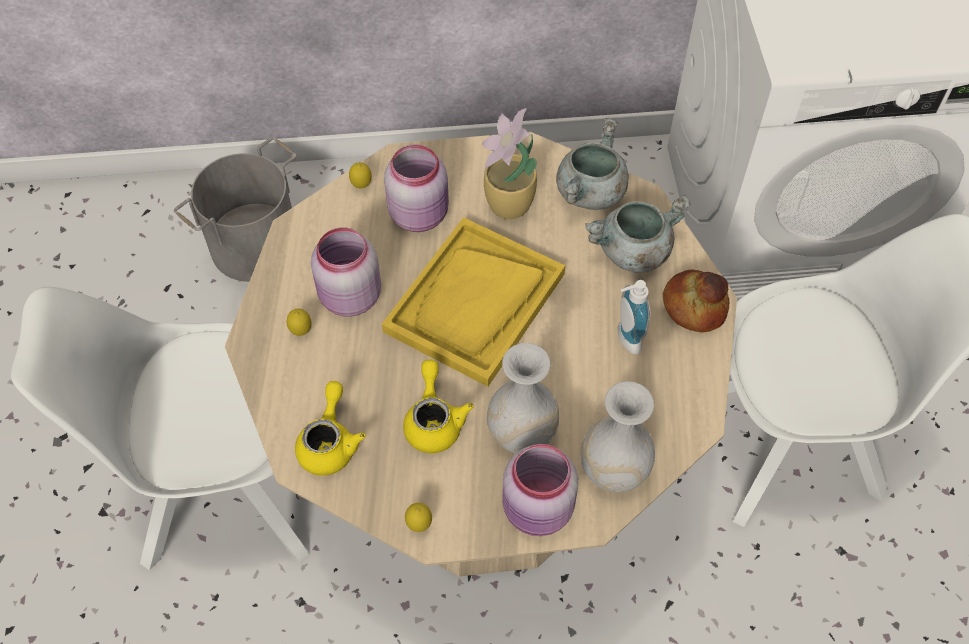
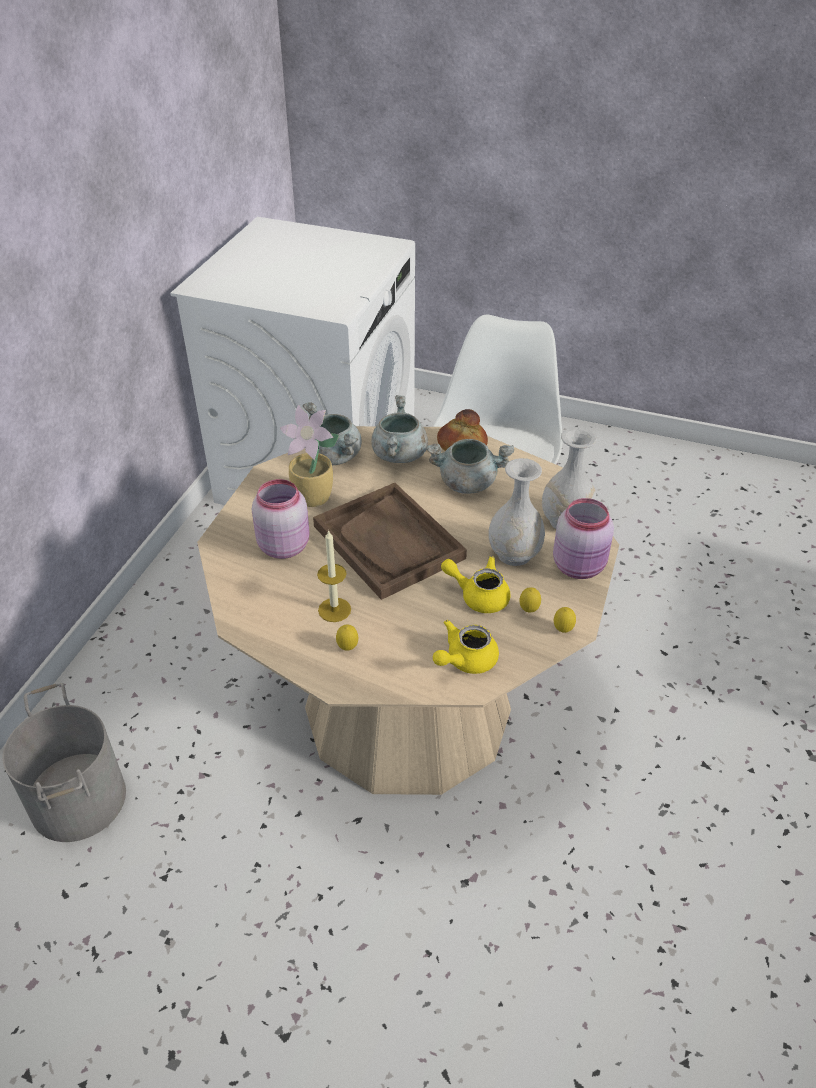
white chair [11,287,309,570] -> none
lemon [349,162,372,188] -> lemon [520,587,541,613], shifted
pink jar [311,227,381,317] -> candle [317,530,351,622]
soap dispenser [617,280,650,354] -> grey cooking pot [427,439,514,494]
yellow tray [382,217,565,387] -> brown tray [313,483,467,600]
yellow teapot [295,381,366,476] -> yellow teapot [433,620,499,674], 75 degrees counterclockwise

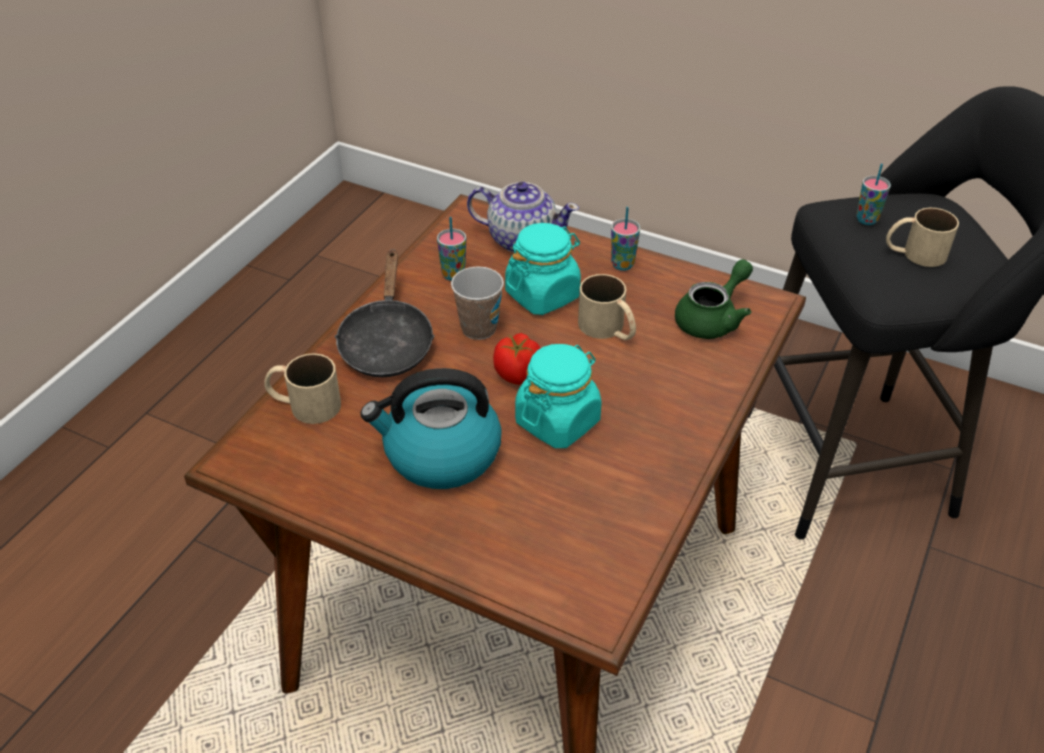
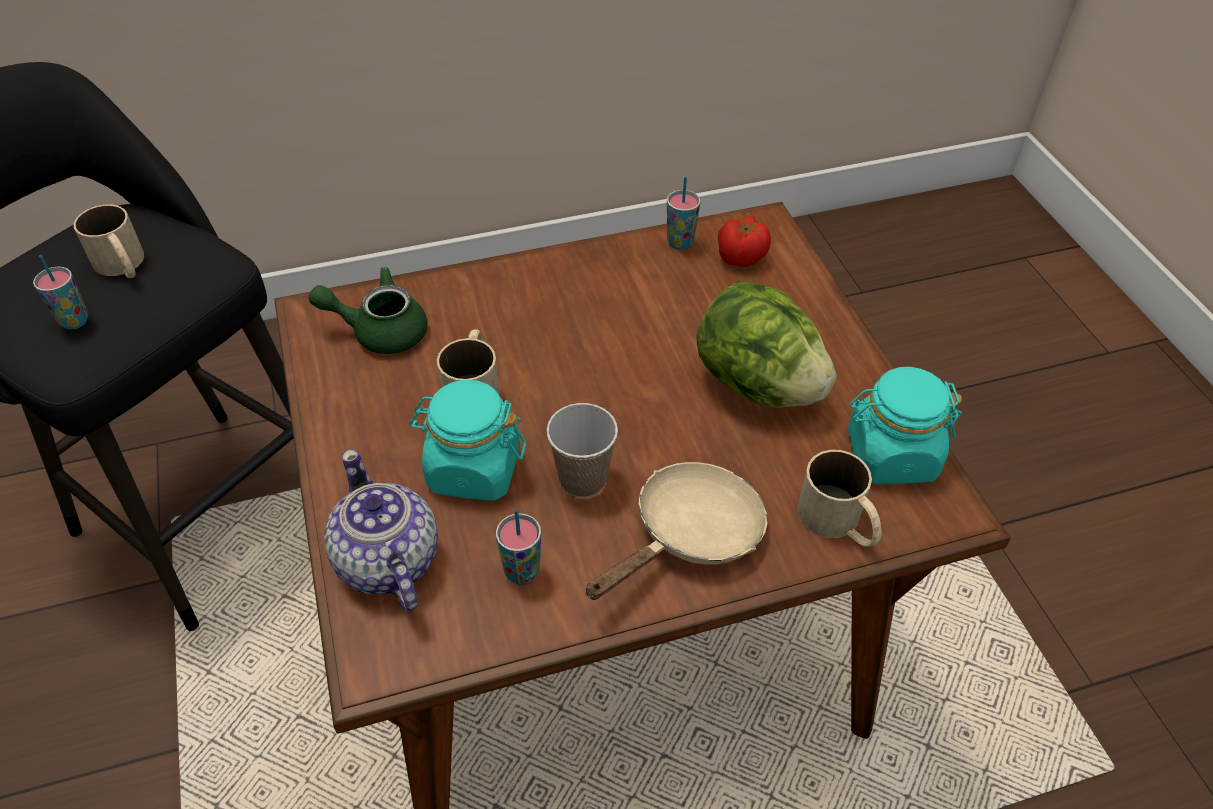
tomato [493,333,540,385] -> tomato [718,216,771,267], shifted
turquoise jar [515,344,602,448] -> turquoise jar [848,367,962,484], shifted
cup [611,207,640,271] -> cup [667,177,700,250], shifted
kettle [360,368,502,489] -> lettuce [696,281,837,408]
black frying pan [334,249,435,377] -> beige frying pan [585,462,767,600]

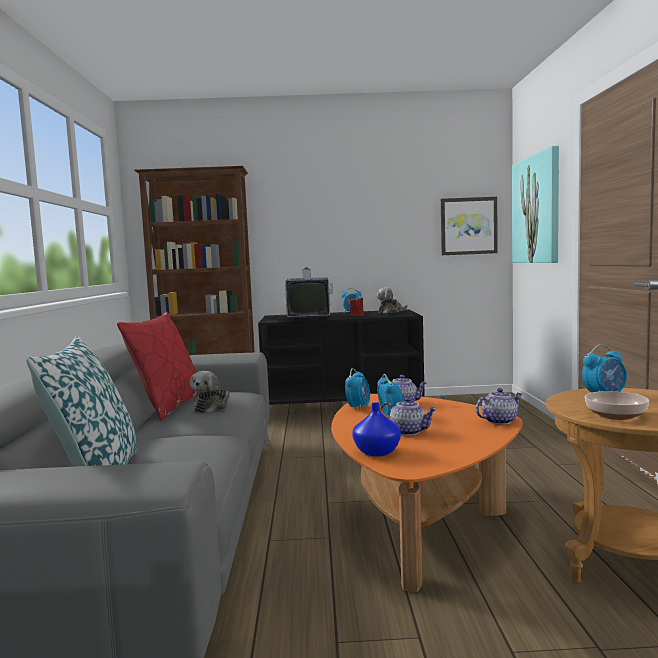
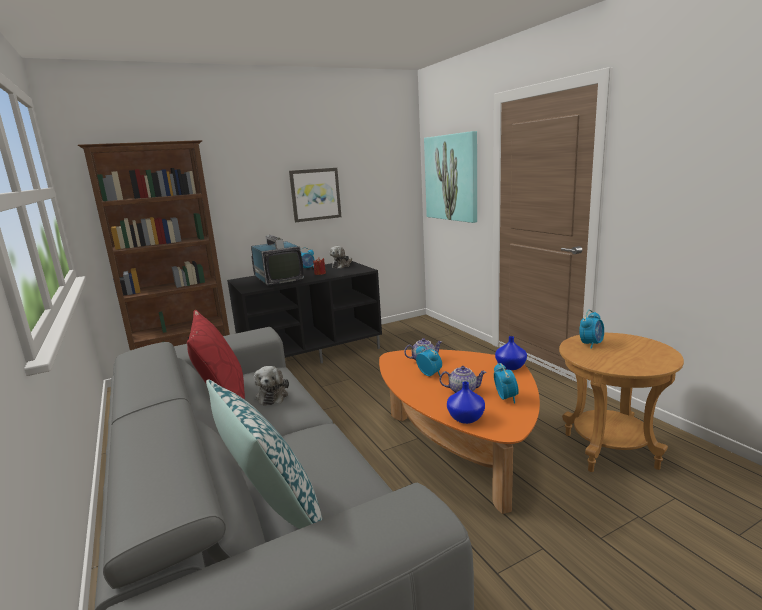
bowl [585,391,649,420] -> none
alarm clock [345,368,370,411] -> alarm clock [494,363,519,403], shifted
picture [441,197,498,255] -> picture [289,168,341,222], shifted
teapot [476,388,522,425] -> blue vase [495,336,527,370]

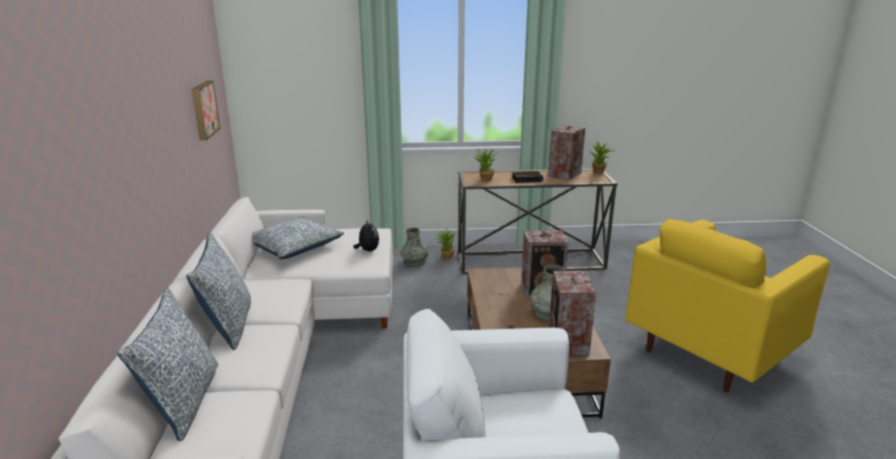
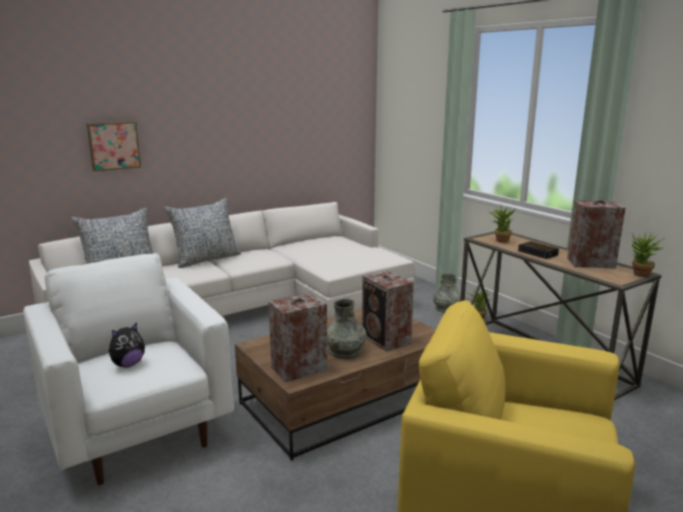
pillow [252,217,344,259] -> none
picture [192,81,221,141] -> picture [87,121,141,171], shifted
plush toy [353,219,379,252] -> plush toy [108,322,145,367], shifted

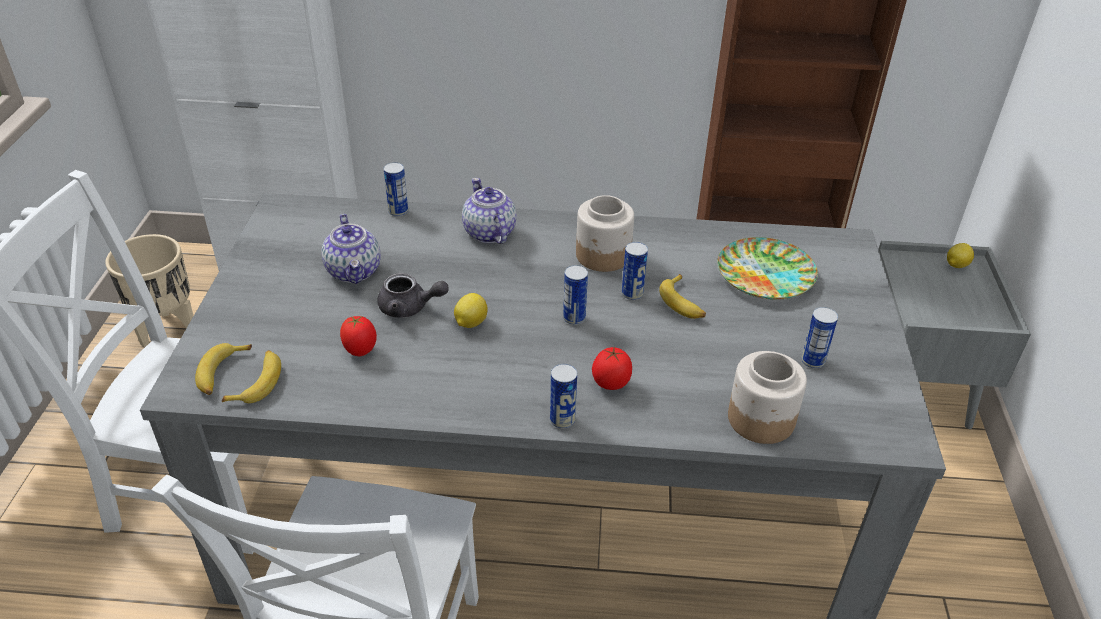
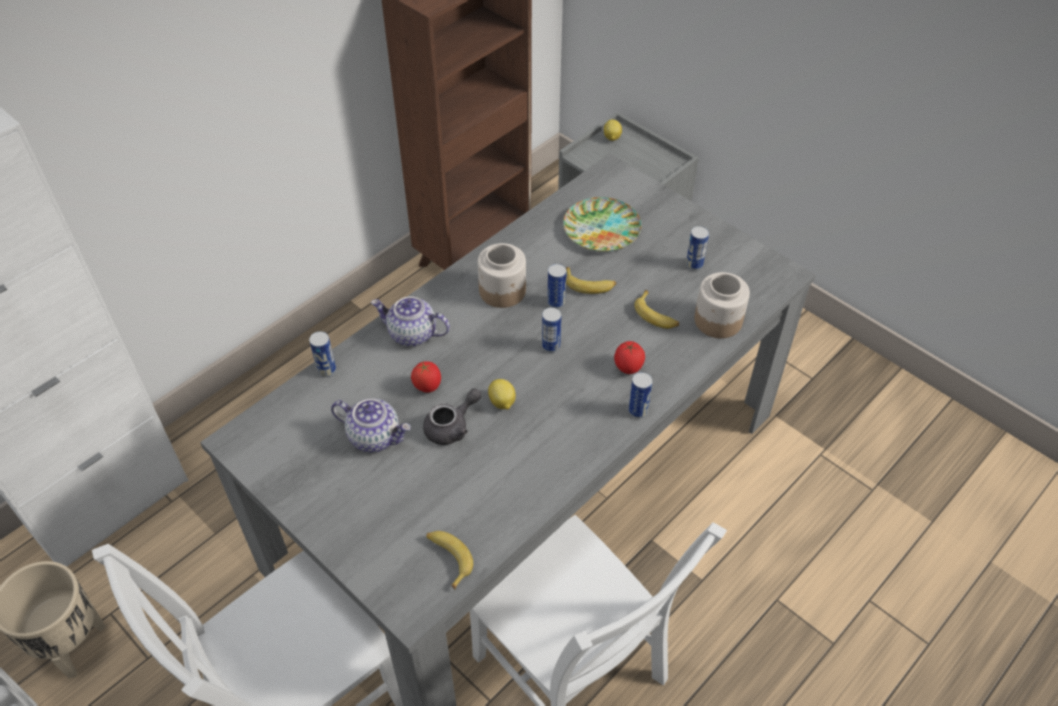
banana [195,343,252,395] -> banana [634,290,679,329], shifted
tomato [340,316,377,356] -> tomato [411,361,441,393], shifted

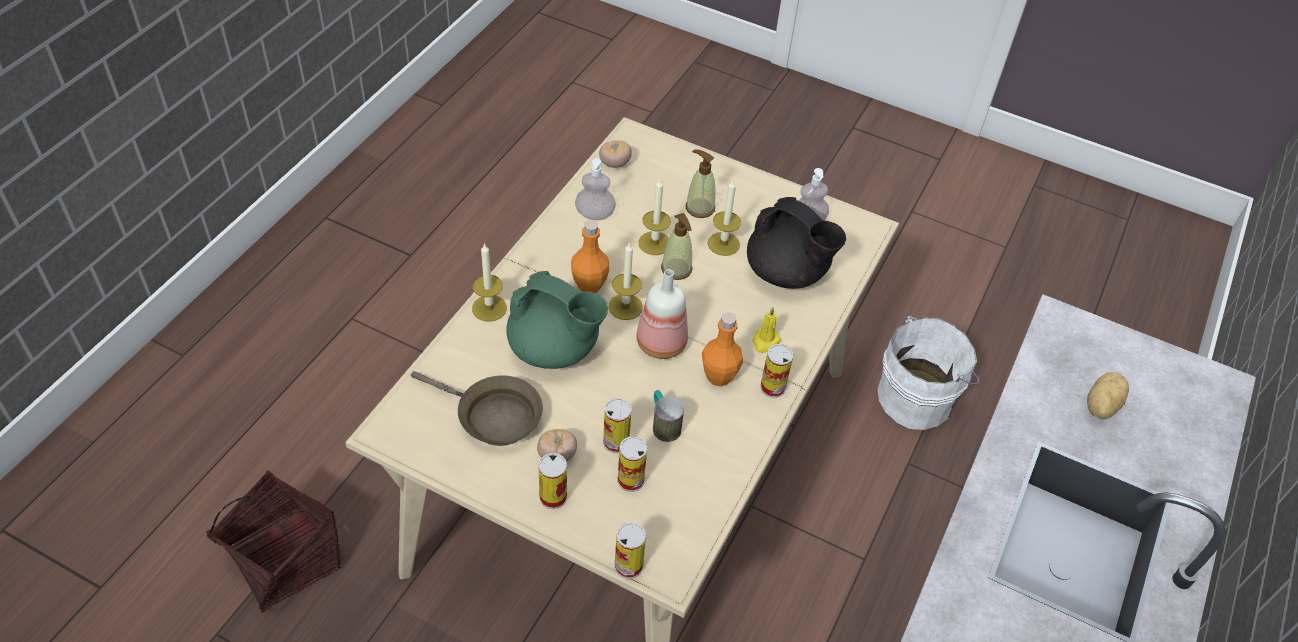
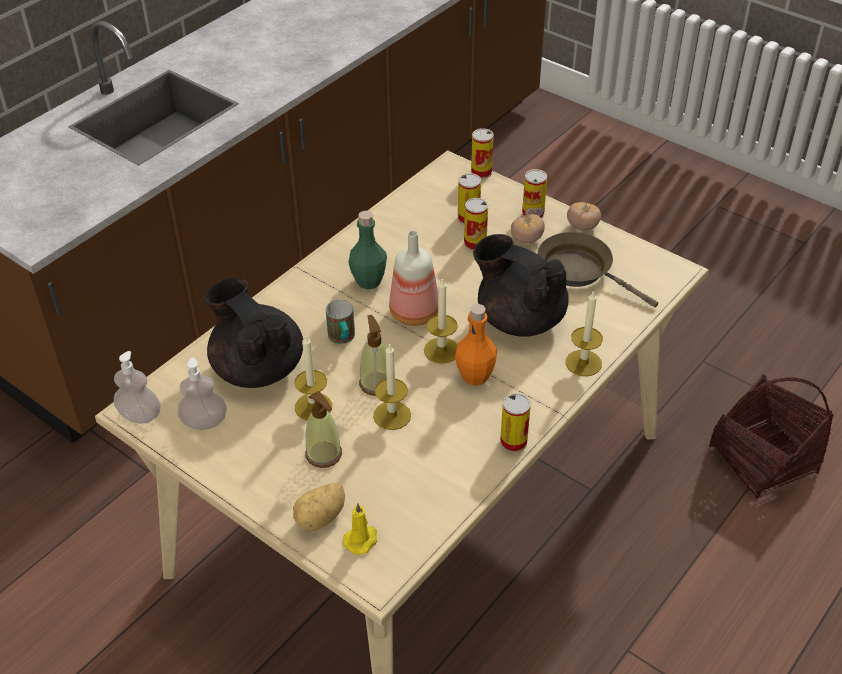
white bucket [878,316,979,430] -> none
soap dispenser [575,159,616,220] -> soap dispenser [114,351,161,423], shifted
tomato [599,140,632,168] -> tomato [567,202,601,231], shifted
mug [653,390,684,442] -> mug [326,300,355,344], shifted
yellow candle [752,307,781,353] -> yellow candle [343,503,378,555], shifted
can [761,344,793,398] -> can [500,393,531,453], shifted
potato [1087,372,1129,419] -> potato [293,483,345,532], shifted
green teapot [506,271,608,369] -> black teapot [473,234,569,337]
orange bottle [702,312,743,387] -> green bottle [348,211,387,290]

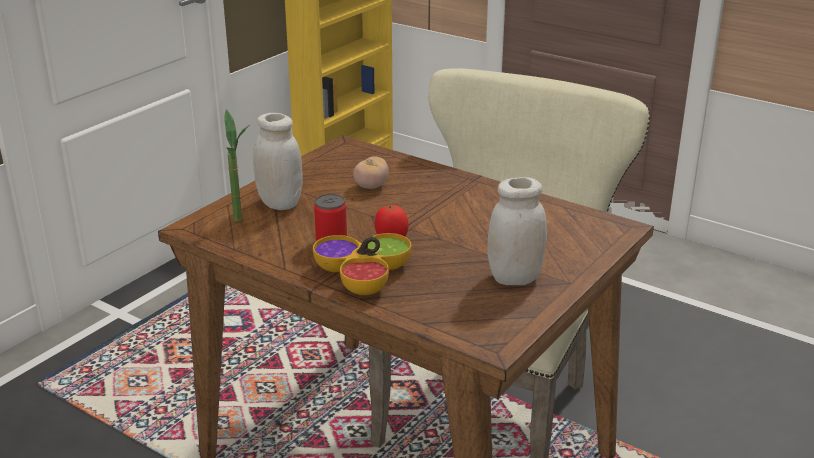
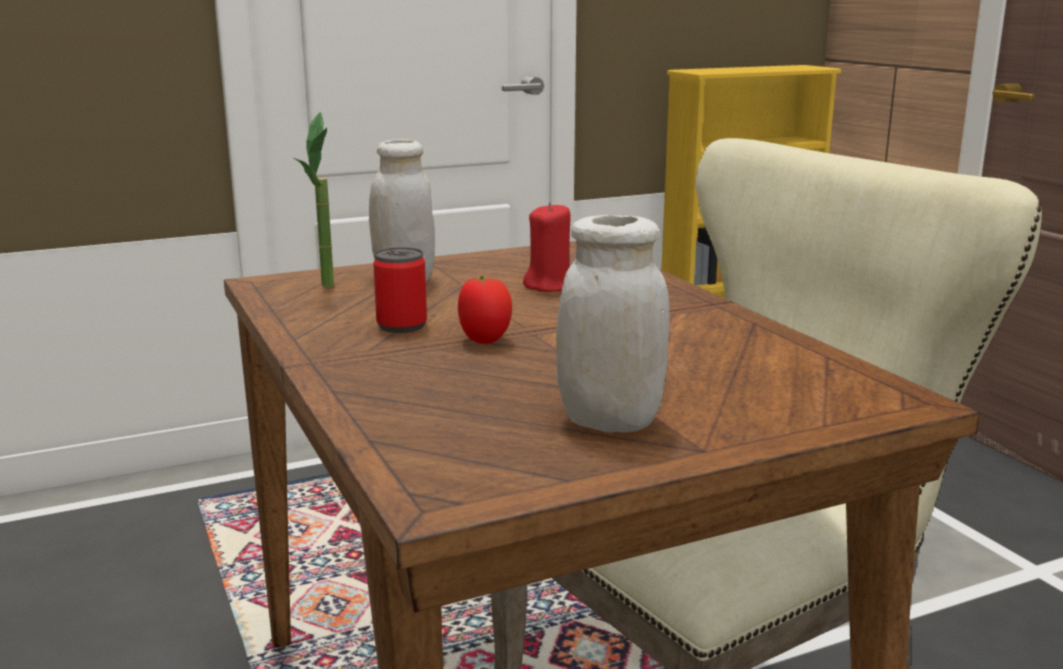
bowl [313,233,412,295] -> none
tomato [353,156,389,189] -> red candle [523,202,571,292]

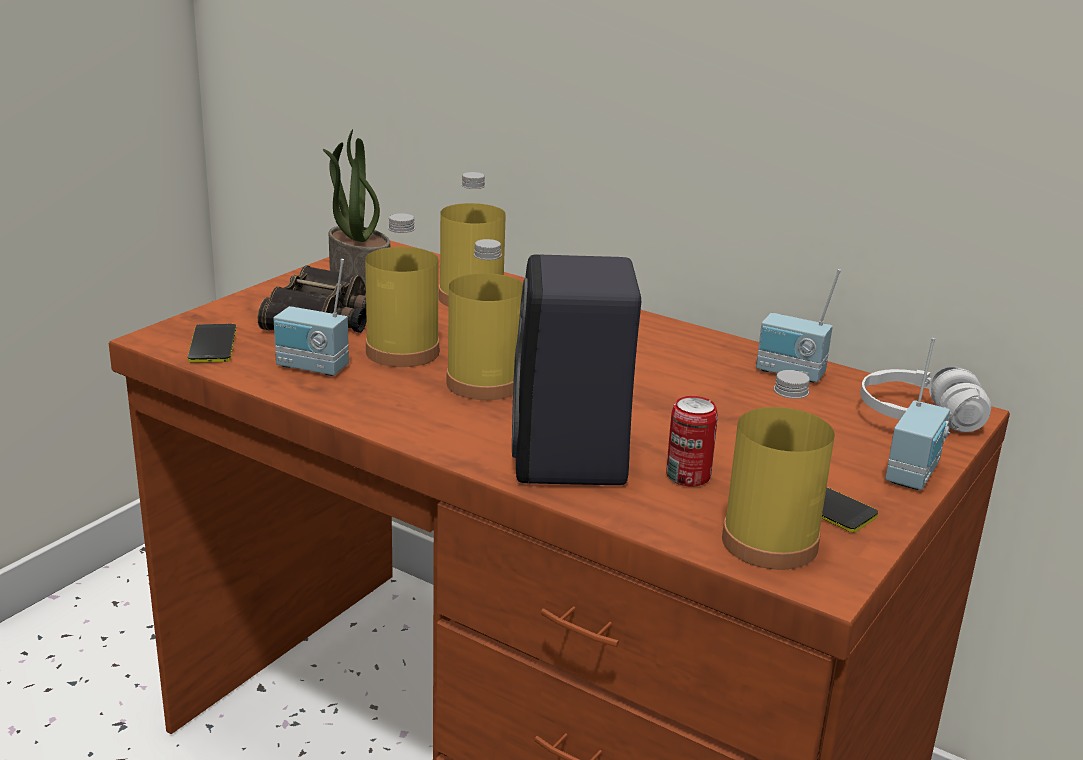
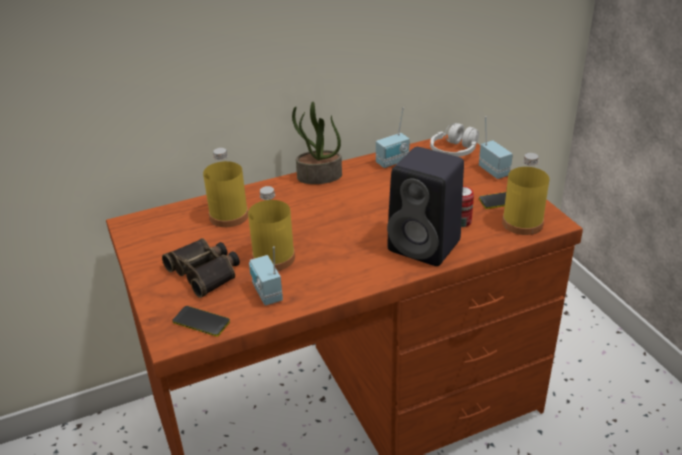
yellow bottle [446,239,523,400] -> none
potted plant [323,129,390,285] -> potted plant [292,101,342,184], shifted
radio [273,259,349,376] -> radio [249,246,283,306], 105 degrees clockwise

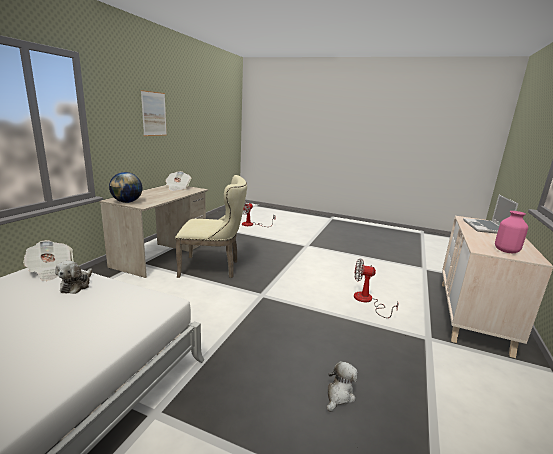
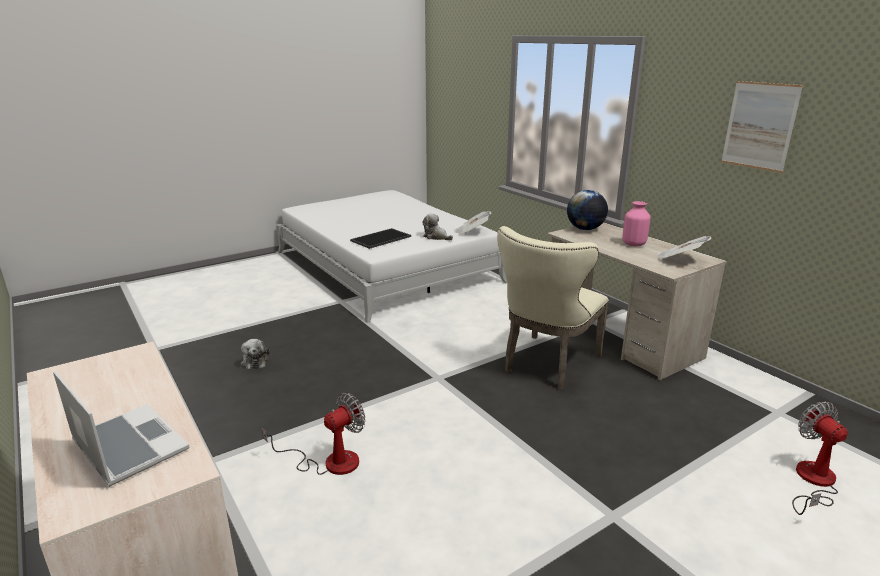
none -> tray [350,228,411,249]
pink vase [495,211,528,253] -> pink vase [622,201,651,246], shifted

